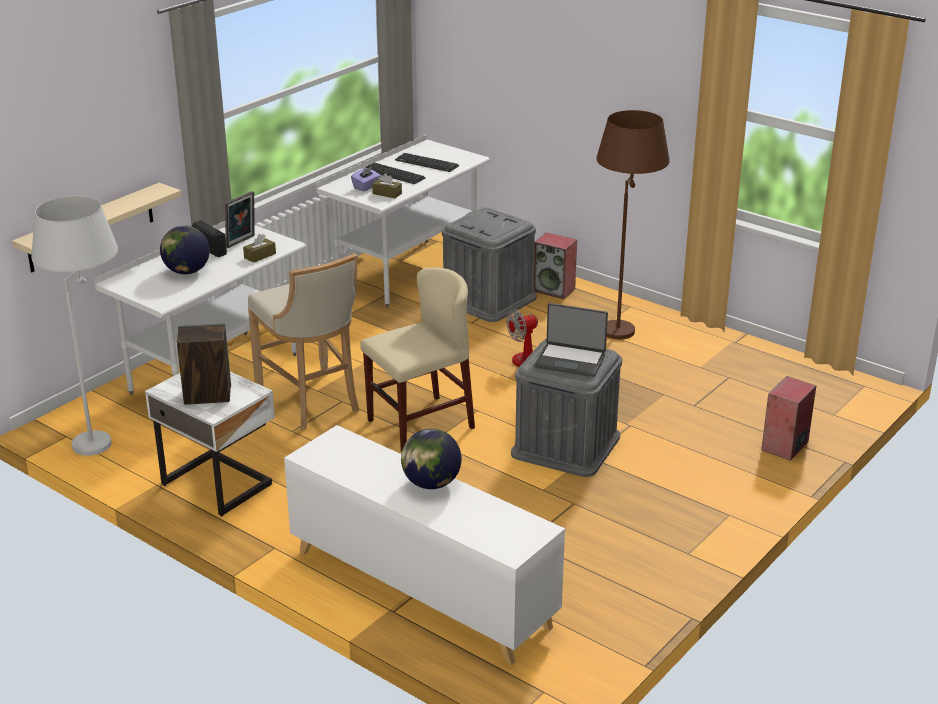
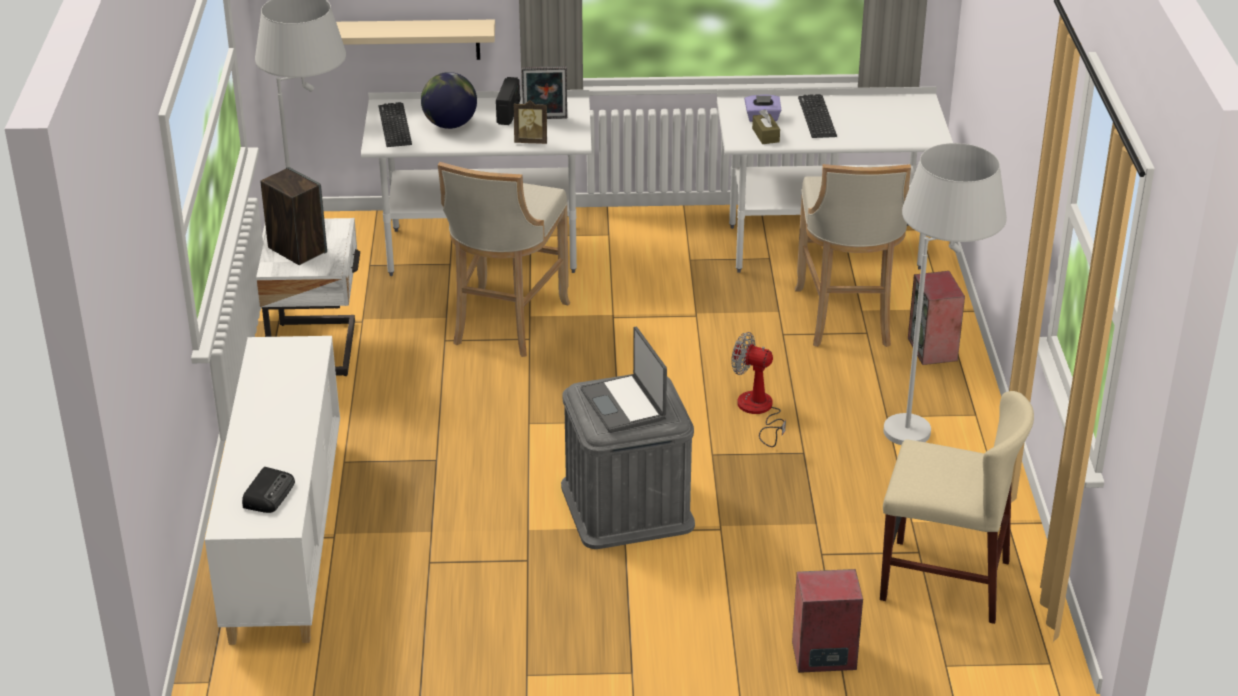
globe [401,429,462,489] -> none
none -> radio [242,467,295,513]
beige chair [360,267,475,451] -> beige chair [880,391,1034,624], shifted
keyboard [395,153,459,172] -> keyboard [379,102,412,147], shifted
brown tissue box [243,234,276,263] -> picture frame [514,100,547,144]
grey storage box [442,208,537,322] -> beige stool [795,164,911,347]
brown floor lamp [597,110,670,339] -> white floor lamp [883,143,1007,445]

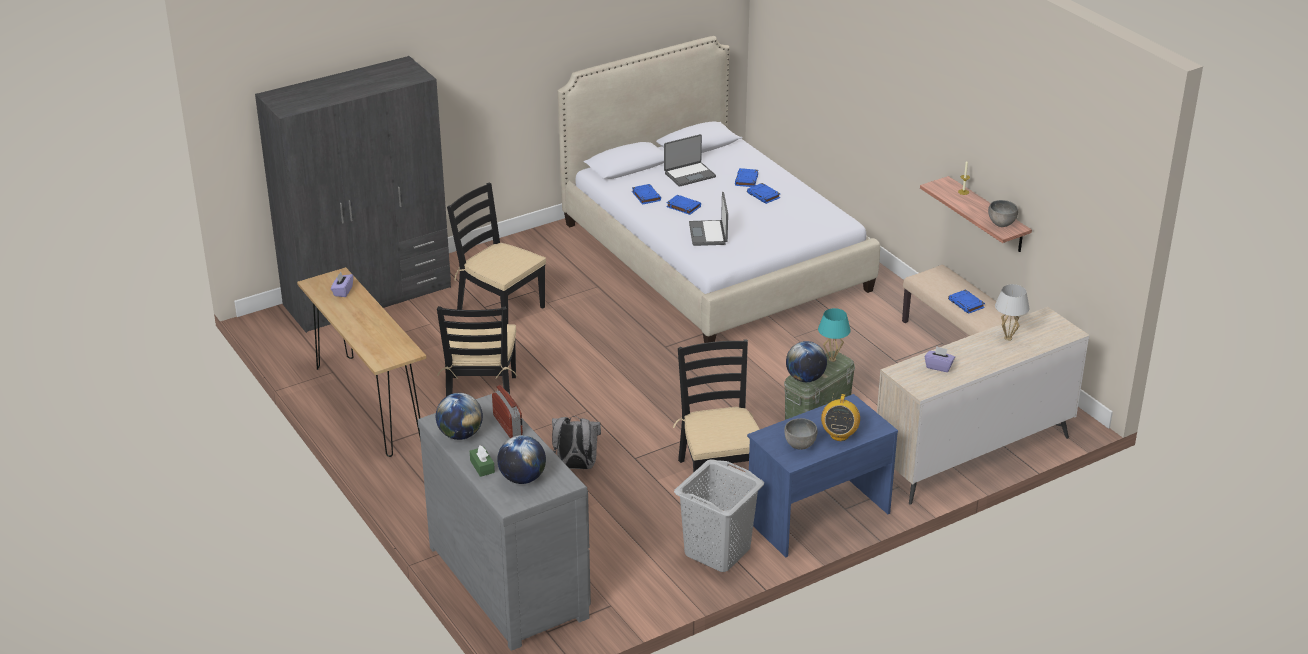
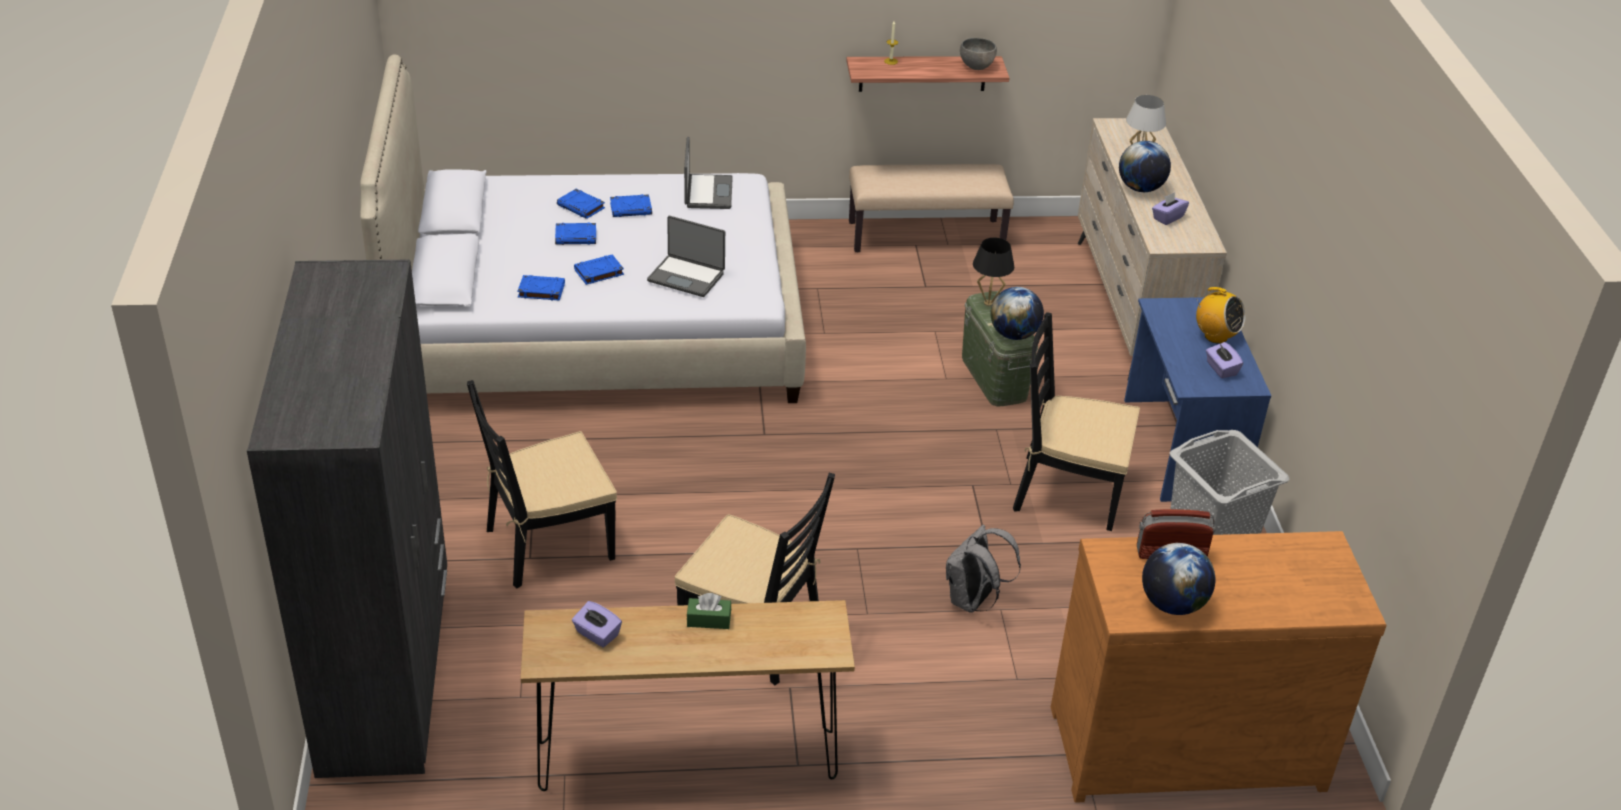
green tissue box [470,445,495,477] -> green tissue box [687,593,731,629], shifted
globe [497,435,546,484] -> globe [1119,141,1171,192], shifted
laptop [664,134,716,187] -> laptop [684,137,733,209], shifted
blue book [948,289,985,314] -> blue book [555,223,596,245], shifted
grey bowl [784,418,818,450] -> purple tissue box [1206,342,1243,378]
grey dresser [418,394,591,651] -> brown dresser [1051,531,1387,803]
turquoise table lamp [818,308,851,362] -> black table lamp [973,238,1014,306]

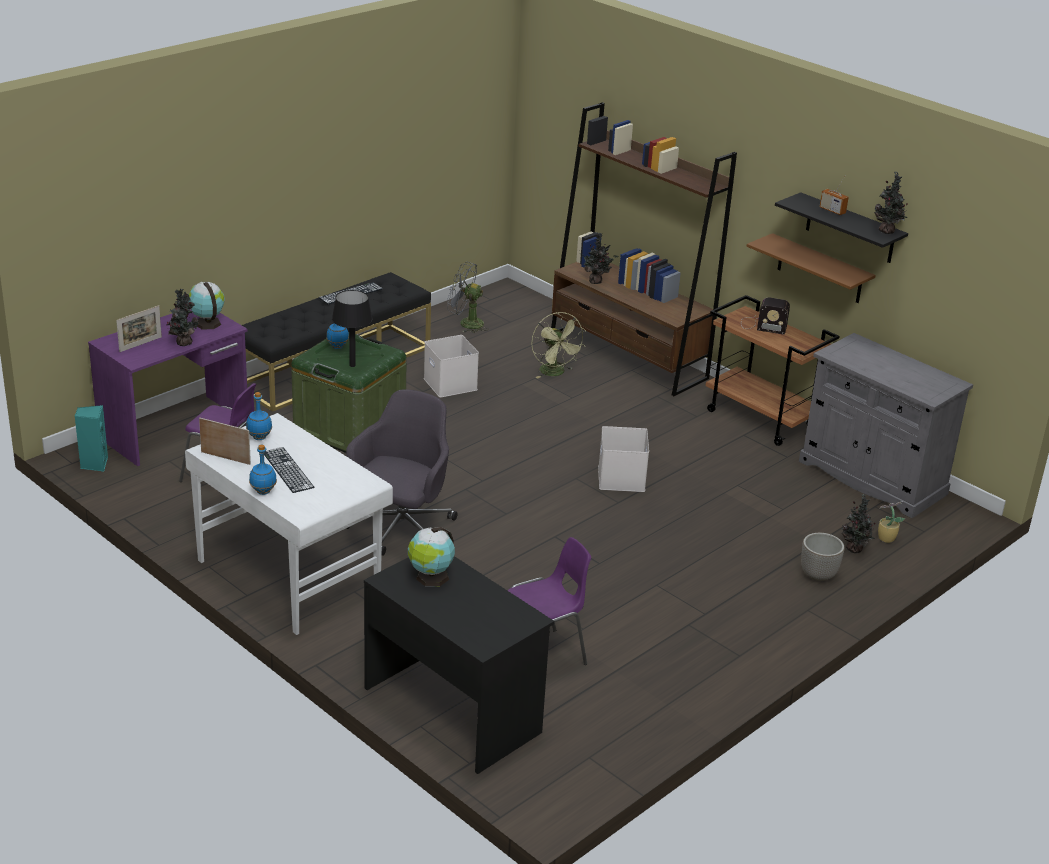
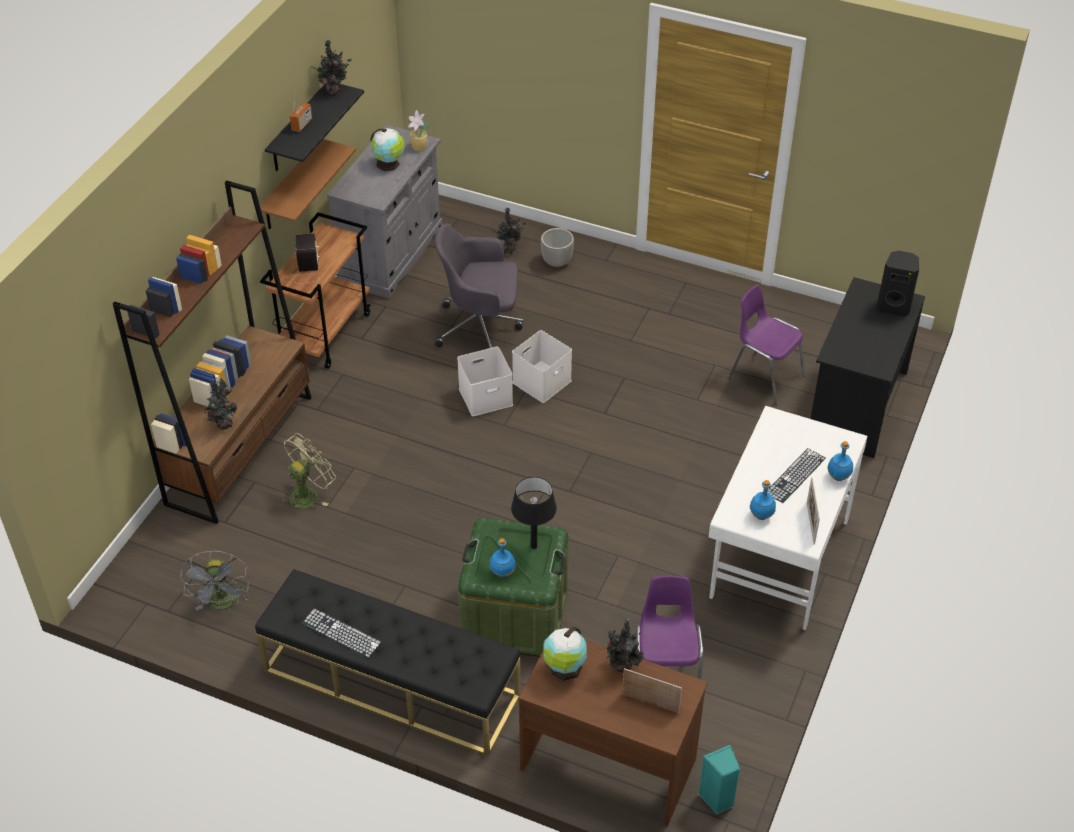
none -> black speaker [876,251,919,317]
grey office chair [346,389,458,556] -> grey office chair [435,223,523,348], shifted
globe [408,527,455,586] -> globe [370,128,405,171], shifted
white storage box [424,335,479,397] -> white storage box [512,330,572,403], shifted
potted plant [878,502,905,543] -> potted plant [408,110,429,151], shifted
purple desk [88,309,248,466] -> brown desk [519,629,708,826]

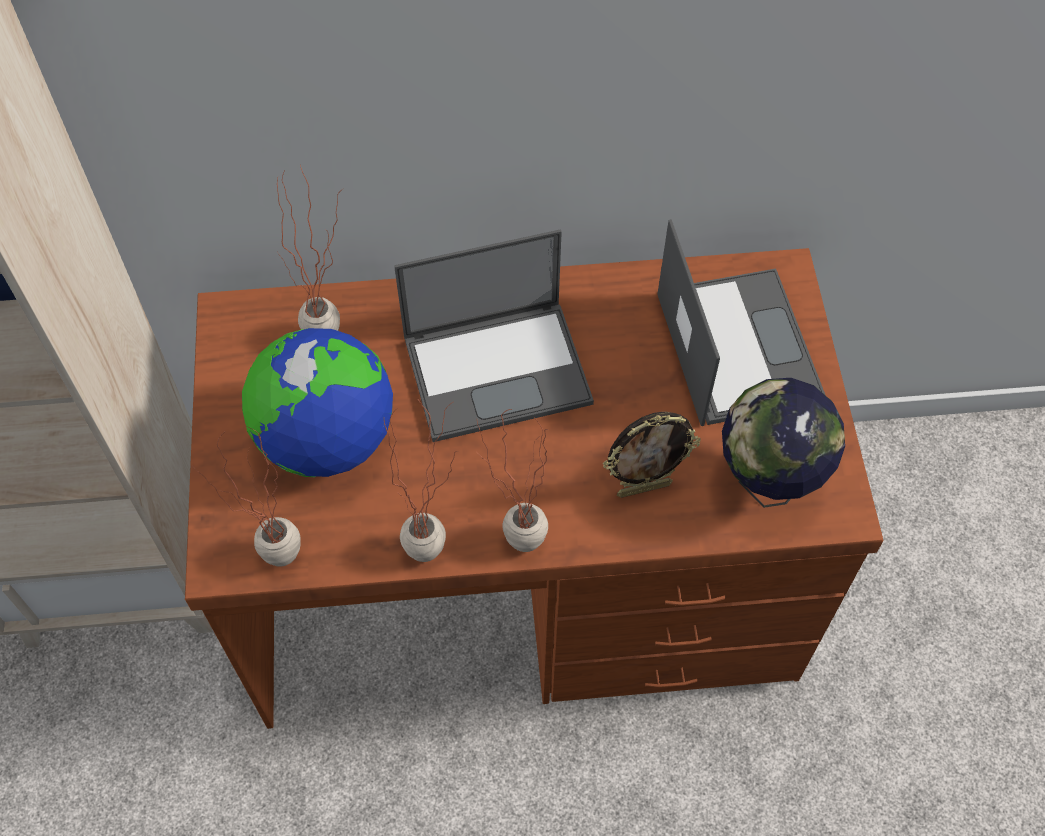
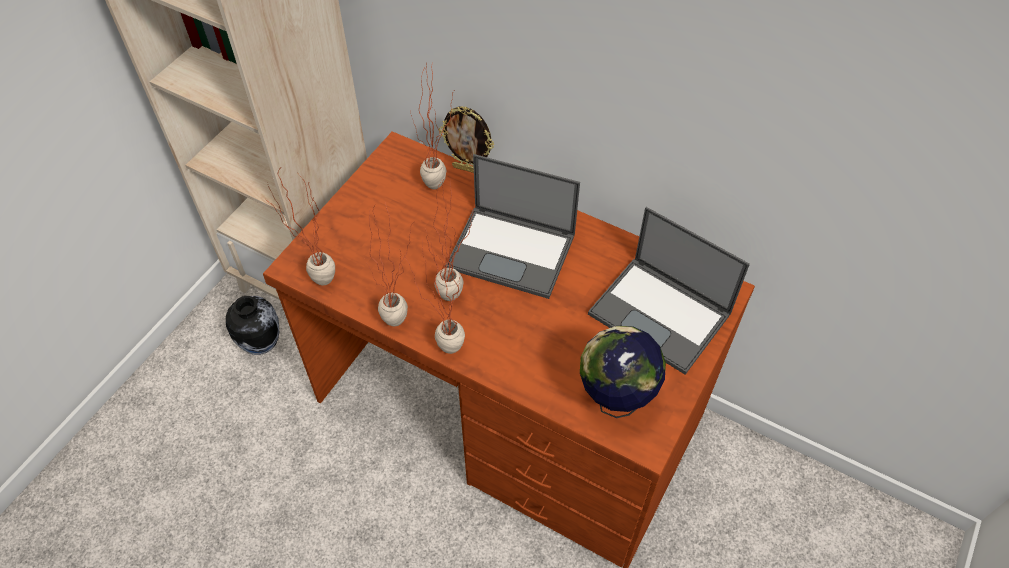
globe [242,328,393,477] -> none
none -> vase [226,296,279,355]
none -> potted plant [425,178,476,301]
picture frame [603,411,701,498] -> picture frame [439,106,494,173], shifted
laptop [657,219,825,426] -> laptop [588,207,750,375], 105 degrees clockwise

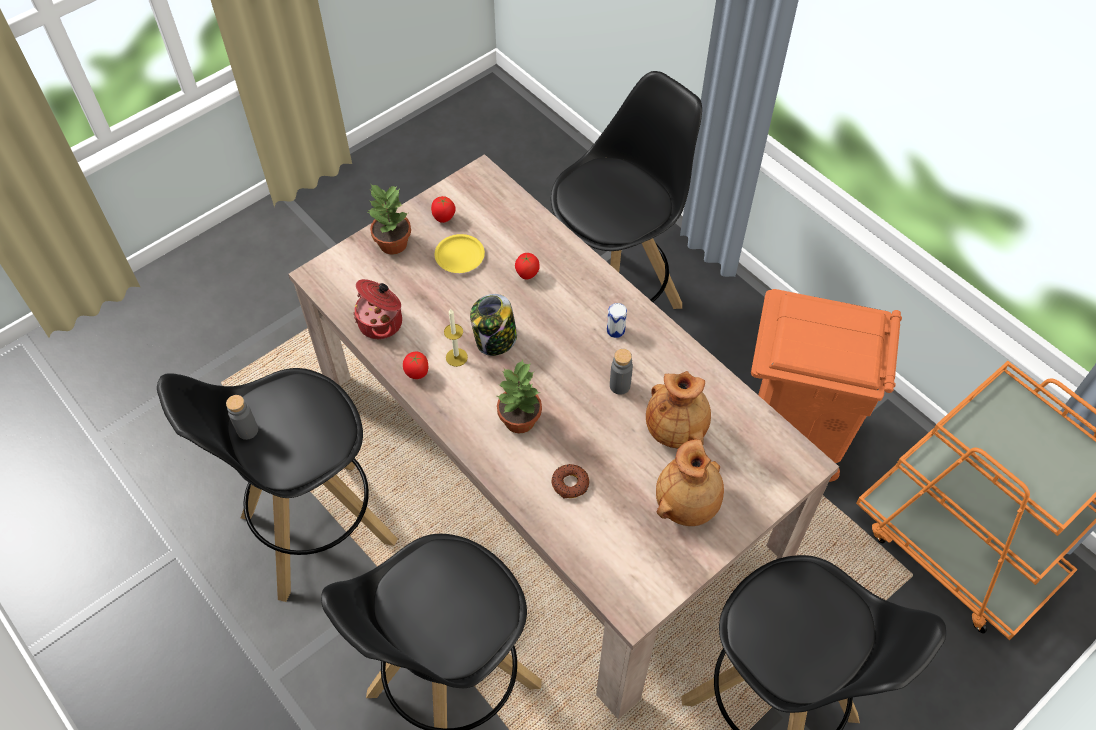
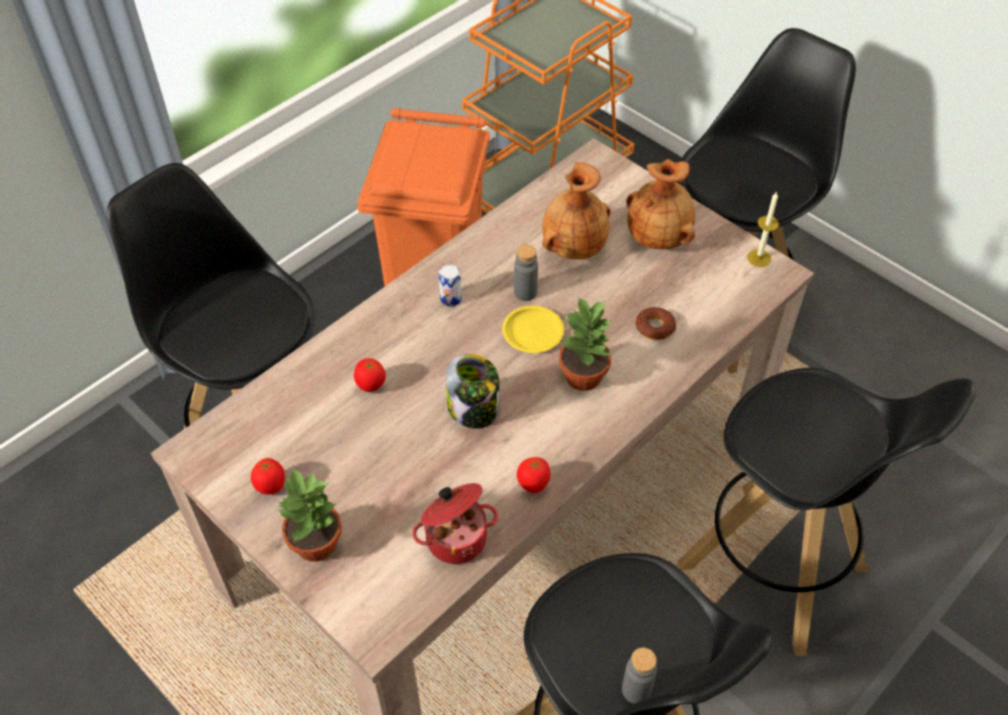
yellow plate [435,234,485,273] -> yellow plate [502,306,564,353], shifted
candle [444,309,468,367] -> candle [747,191,779,267], shifted

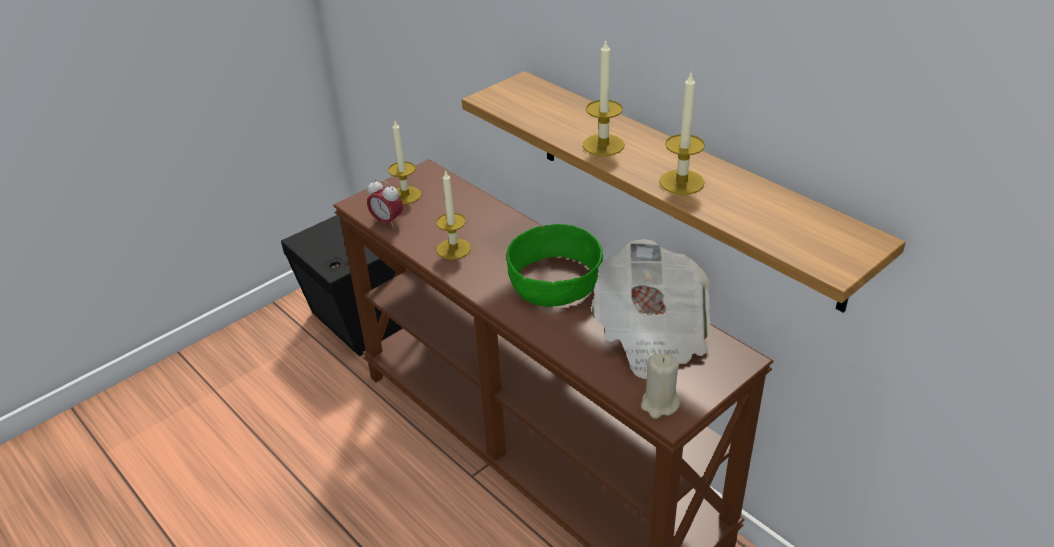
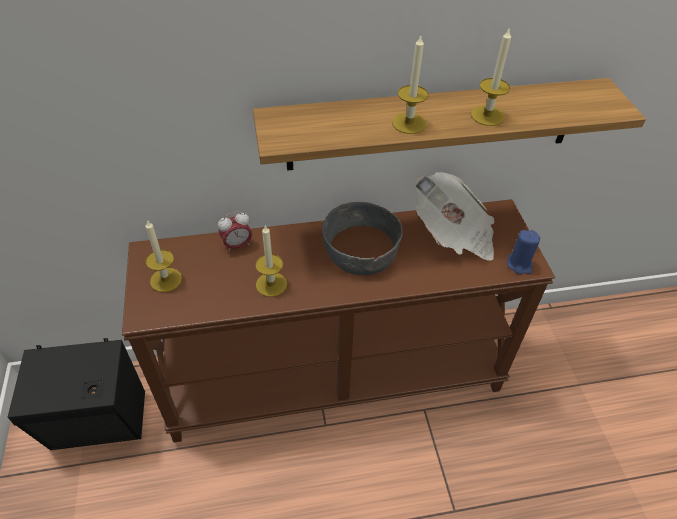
alarm clock [367,179,403,229] -> alarm clock [218,211,252,252], shifted
green bowl [507,224,603,307] -> grey bowl [322,202,403,275]
beige candle [641,354,680,419] -> blue candle [507,230,540,274]

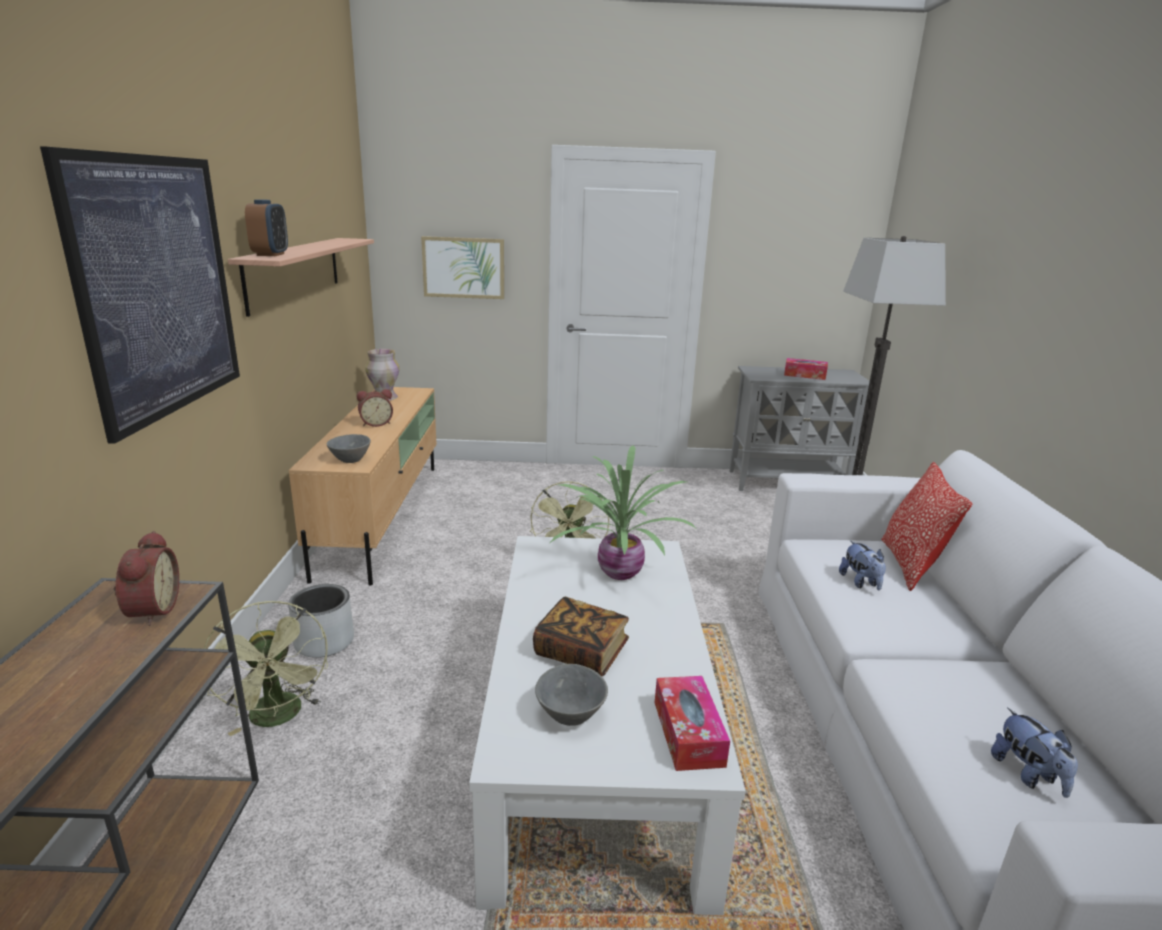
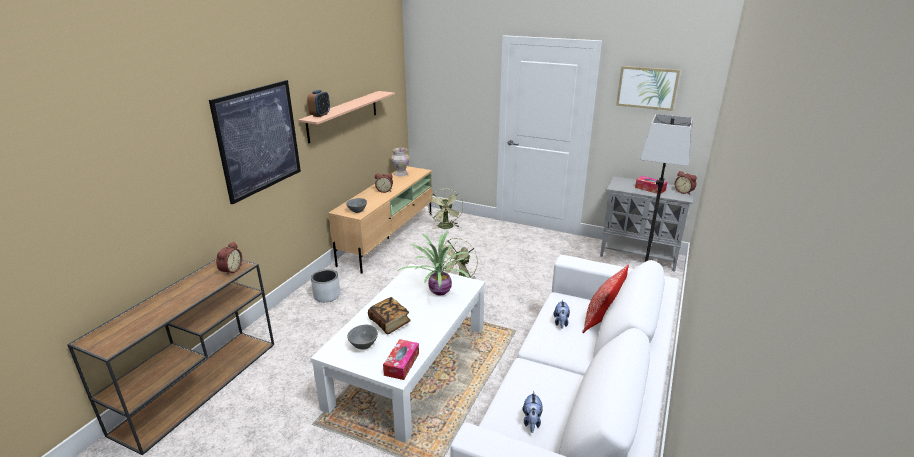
none -> alarm clock [675,171,697,195]
green fan [203,601,328,736] -> green fan [428,188,463,229], shifted
picture [421,236,504,299] -> picture [616,66,680,111], shifted

